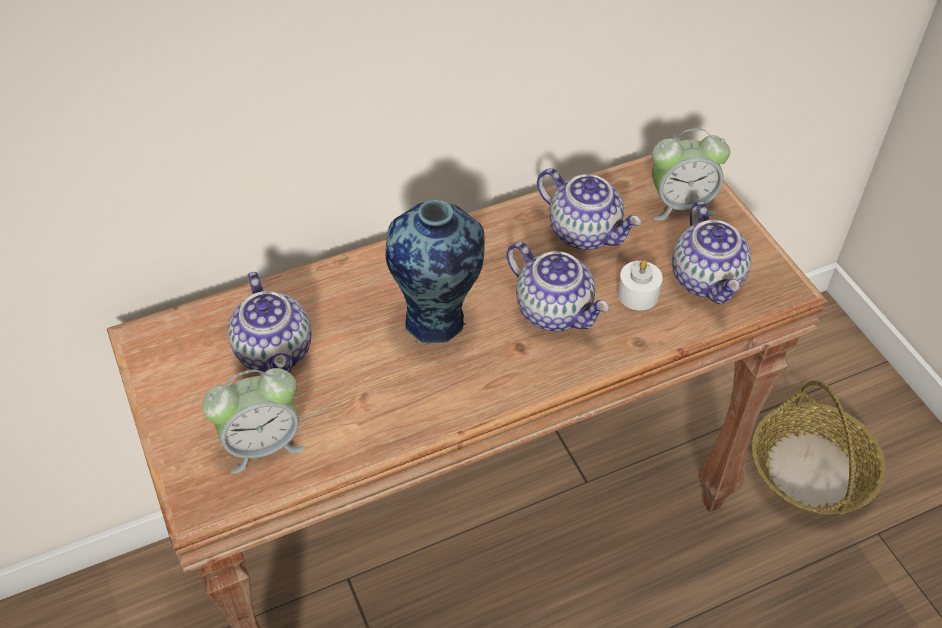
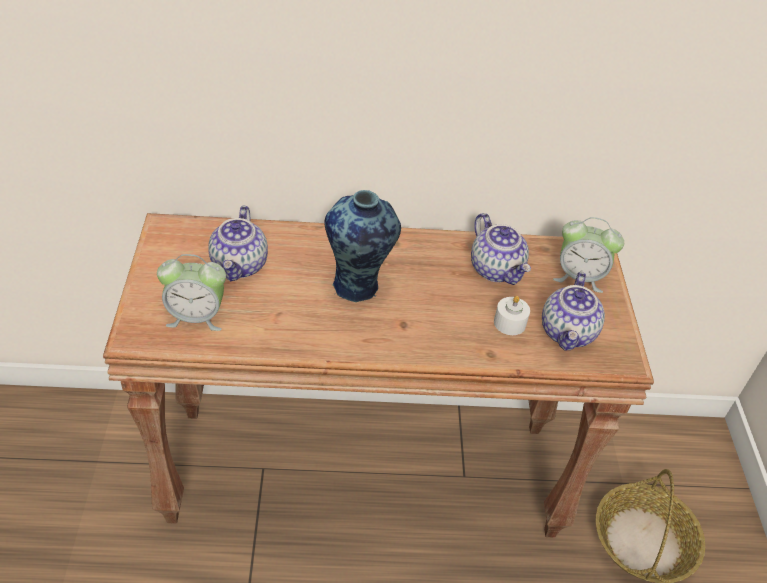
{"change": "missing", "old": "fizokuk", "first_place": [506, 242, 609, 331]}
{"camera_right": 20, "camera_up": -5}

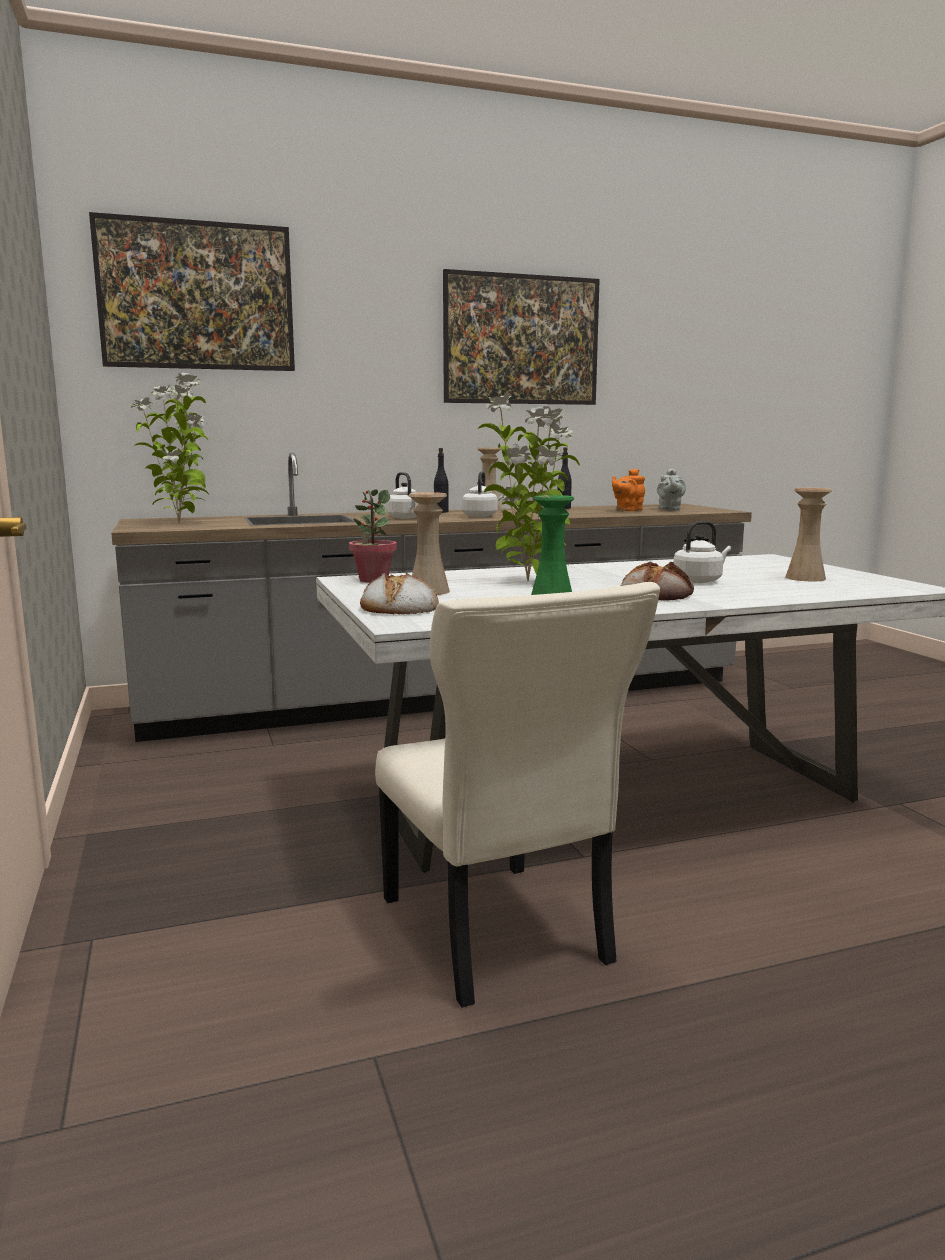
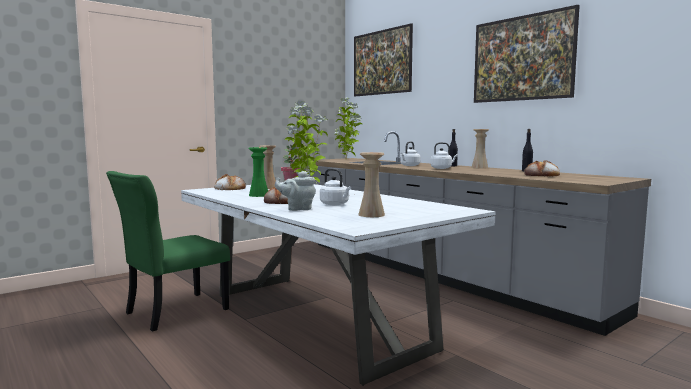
{"change": "relocated", "old": "grey fizokuk", "first_place": [657, 468, 686, 510], "second_place": [275, 171, 316, 211]}
{"change": "exchanged", "old": "orange fizokuk", "new": "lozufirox", "first_place": [612, 469, 645, 511], "second_place": [524, 160, 560, 176]}
{"change": "colour", "old": "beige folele", "new": "green folele", "first_place": [375, 582, 660, 1007], "second_place": [106, 171, 230, 332]}
{"camera_right": 70, "camera_up": -5}

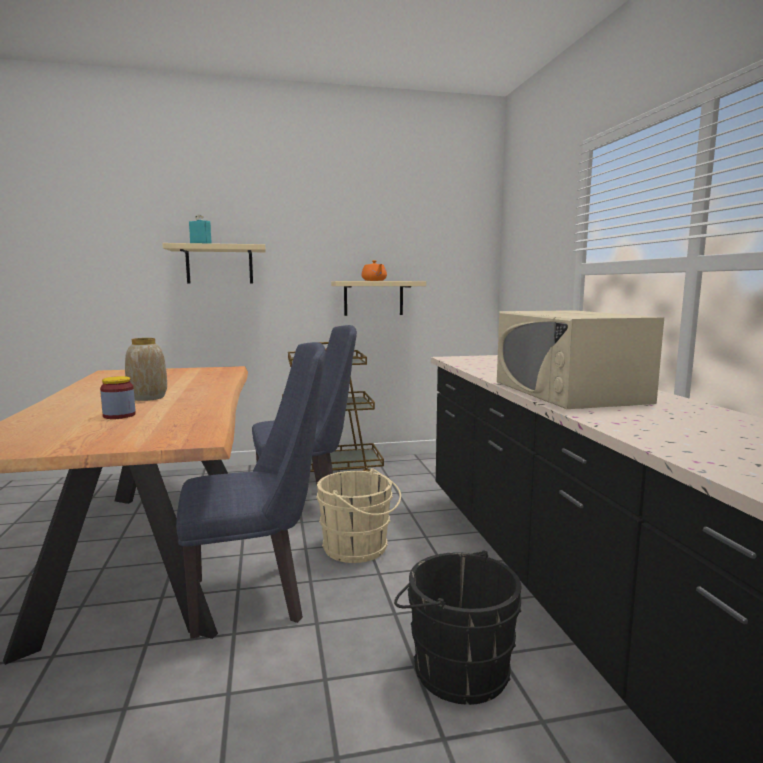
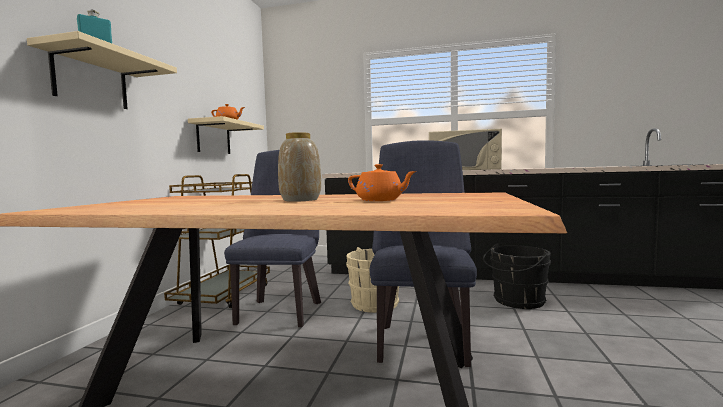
{"change": "exchanged", "old": "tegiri", "new": "orange fizokuk", "first_place": [100, 376, 136, 419], "second_place": [348, 164, 417, 201]}
{"camera_right": -65, "camera_up": -5}

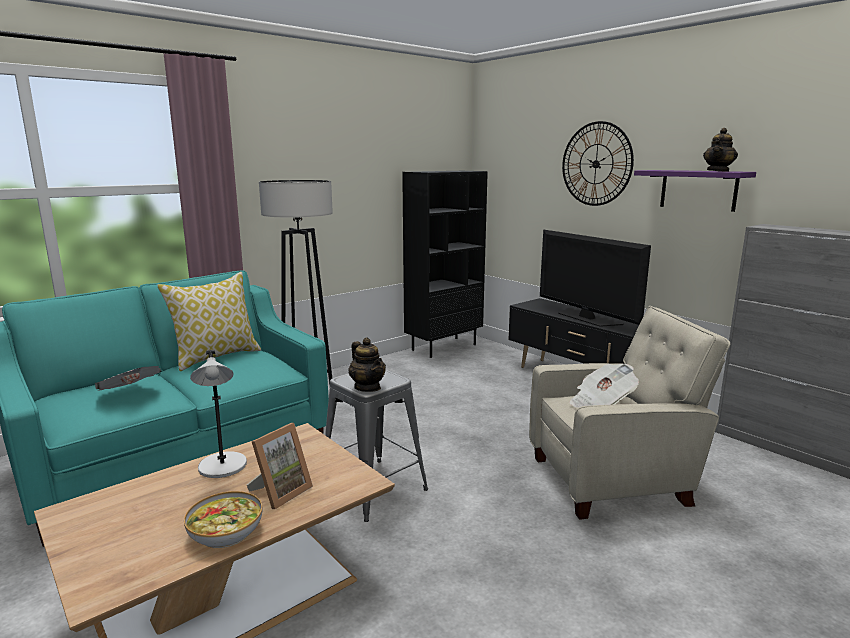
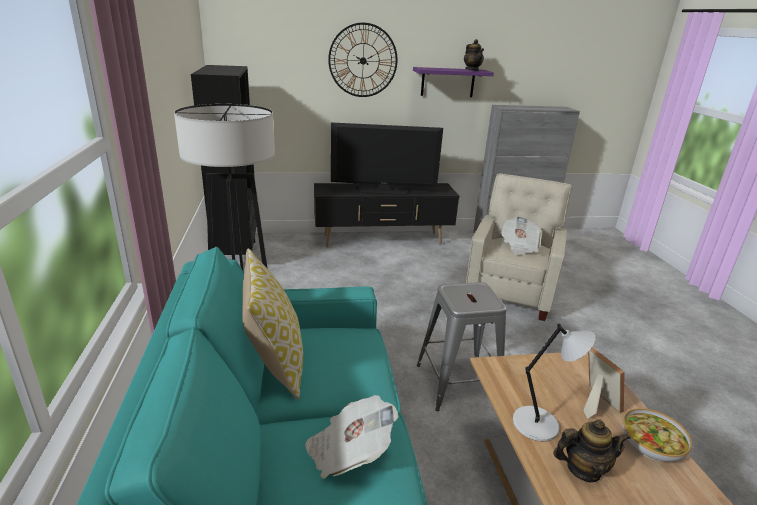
{"change": "relocated", "old": "fizokuk", "first_place": [348, 338, 386, 392], "second_place": [553, 419, 631, 482]}
{"camera_right": -60, "camera_up": 10}

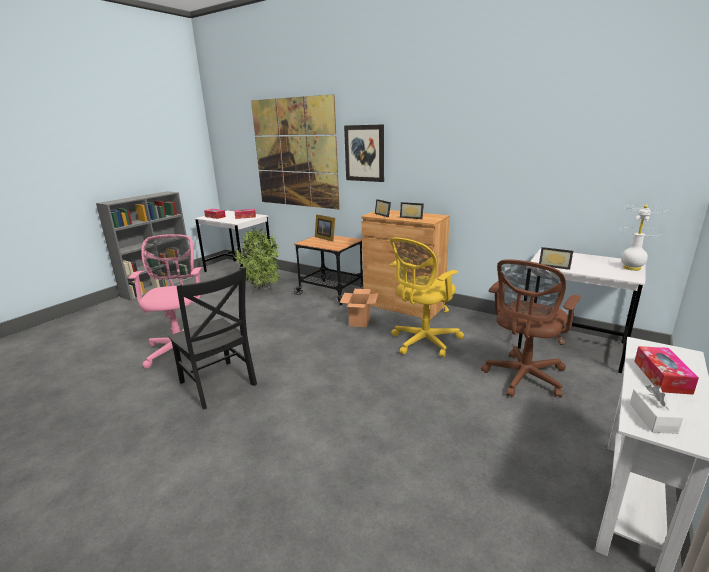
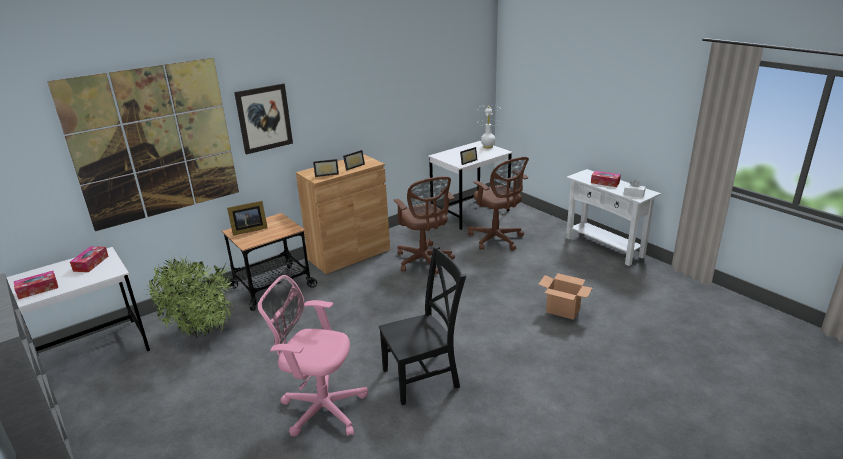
{"change": "relocated", "old": "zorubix", "first_place": [339, 289, 378, 327], "second_place": [539, 273, 592, 320]}
{"change": "colour", "old": "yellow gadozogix", "new": "brown gadozogix", "first_place": [390, 238, 464, 357], "second_place": [394, 176, 455, 274]}
{"camera_right": -70, "camera_up": 5}

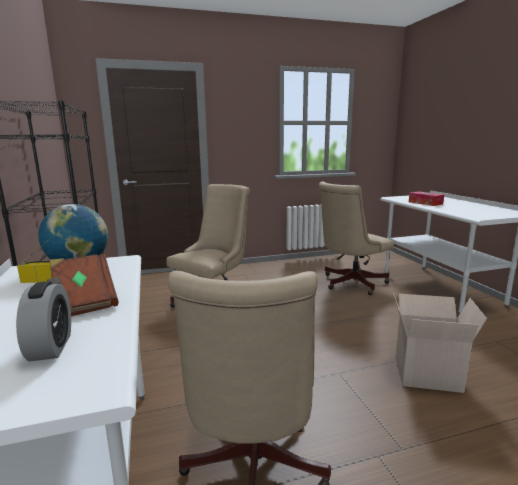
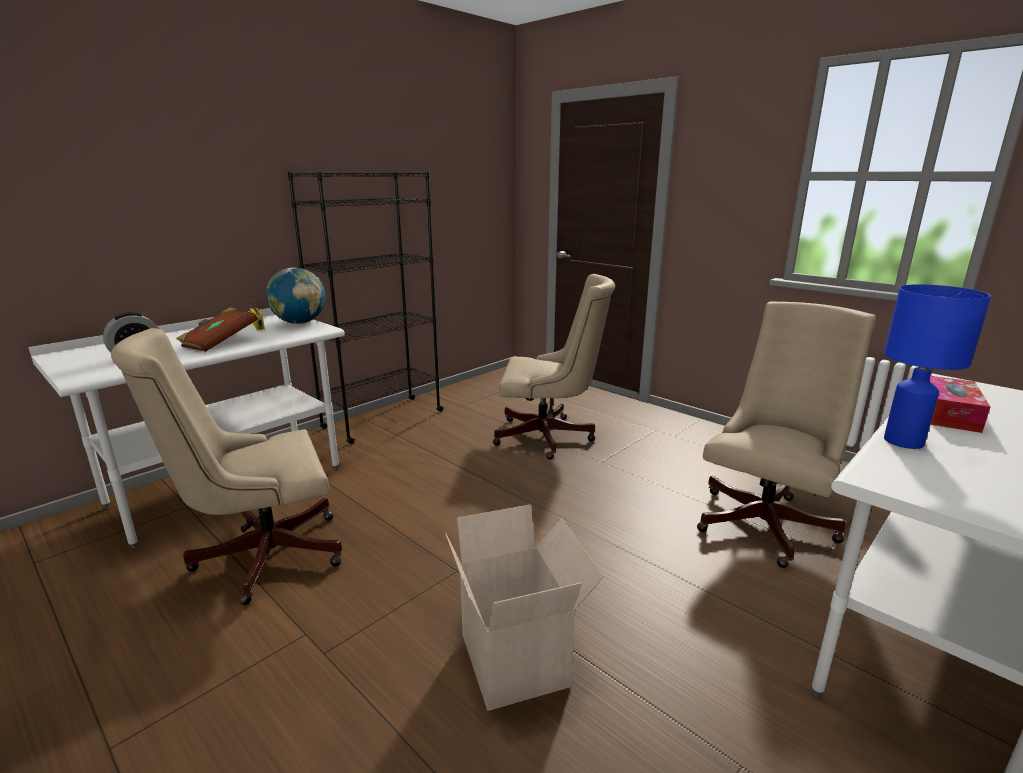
{"change": "appeared", "new": "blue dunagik", "second_place": [884, 284, 991, 449]}
{"change": "spun", "old": "beige gadozogix", "first_place": [319, 182, 394, 295], "second_place": [697, 301, 876, 568], "degrees": 105}
{"camera_right": 60, "camera_up": 5}

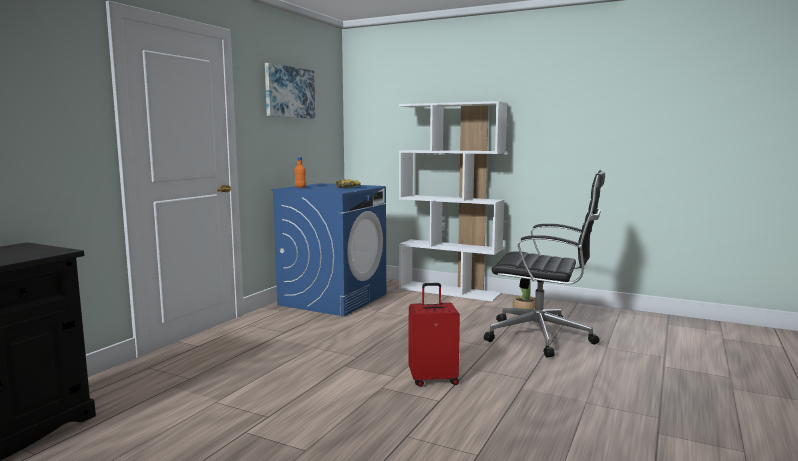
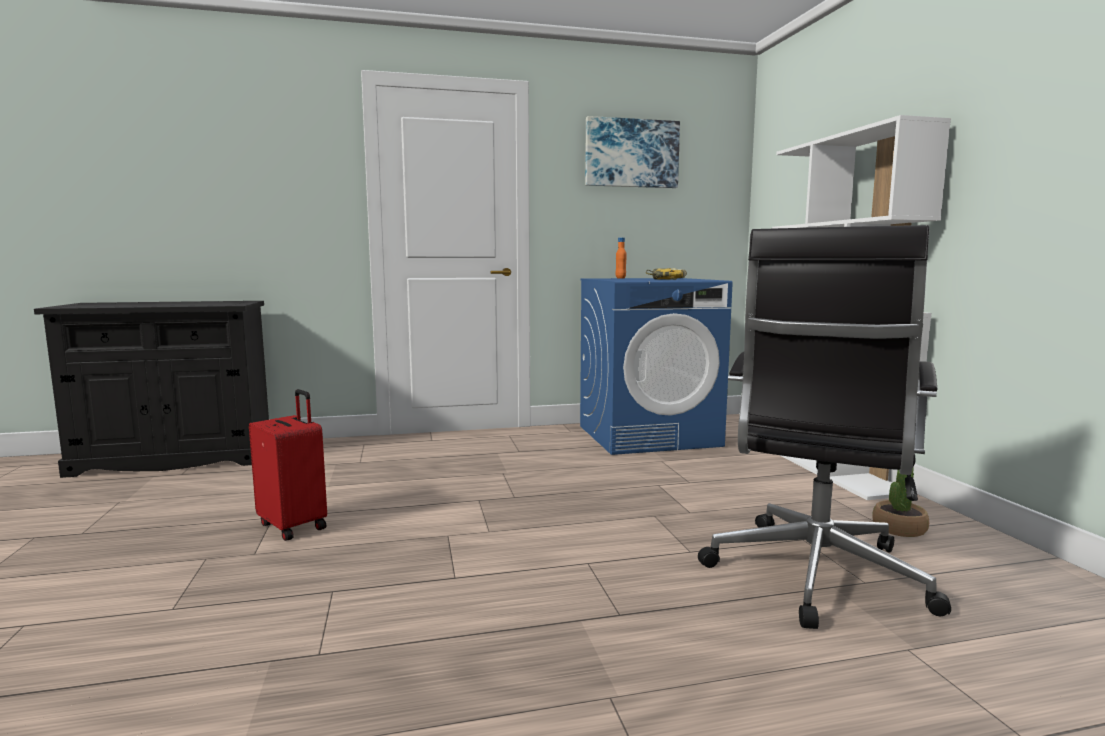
{"change": "relocated", "old": "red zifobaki", "first_place": [408, 283, 460, 387], "second_place": [249, 389, 327, 541]}
{"change": "spun", "old": "black gadozogix", "first_place": [484, 170, 605, 357], "second_place": [698, 225, 951, 629], "degrees": 45}
{"camera_right": 50, "camera_up": 0}

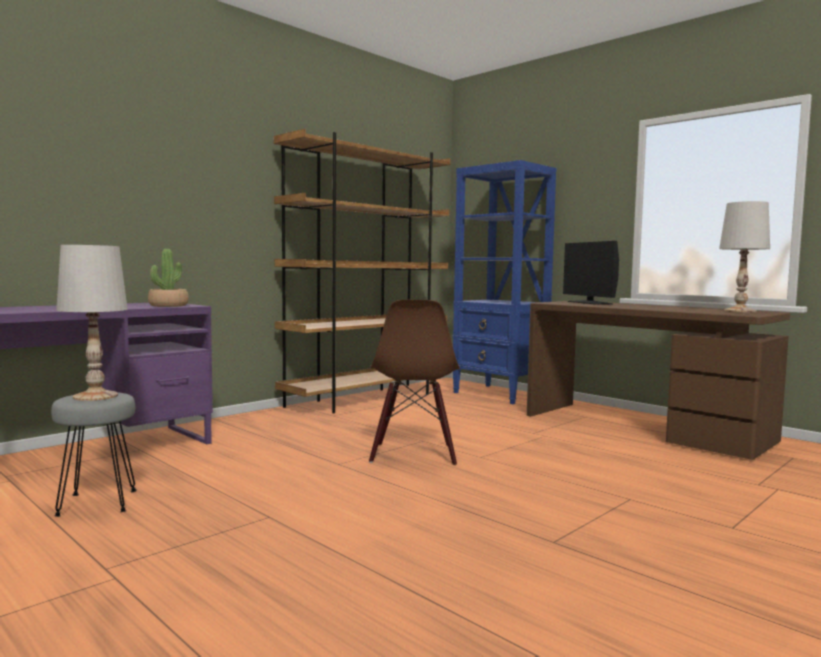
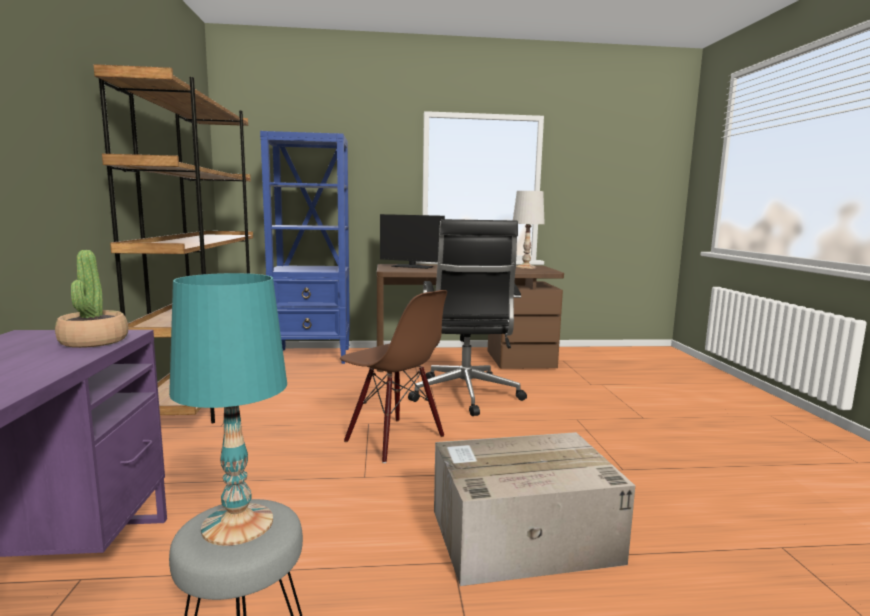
{"change": "appeared", "new": "black gadozogix", "second_place": [408, 219, 527, 416]}
{"change": "appeared", "new": "zorubix", "second_place": [434, 432, 635, 586]}
{"change": "colour", "old": "white dunagik", "new": "turquoise dunagik", "first_place": [56, 245, 128, 401], "second_place": [169, 273, 287, 546]}
{"camera_right": -50, "camera_up": 5}

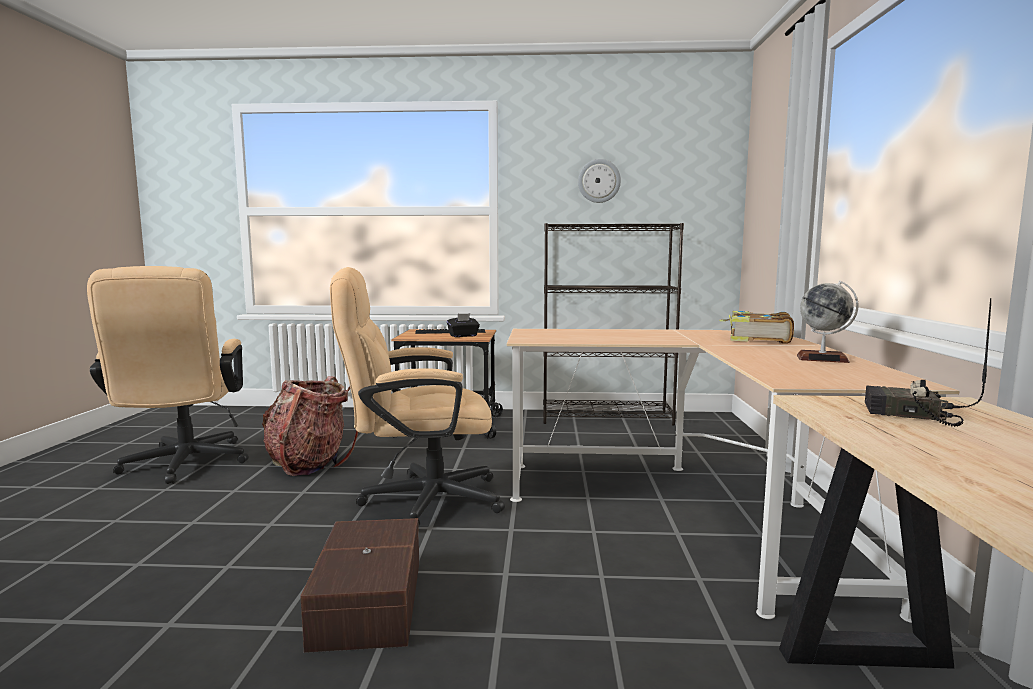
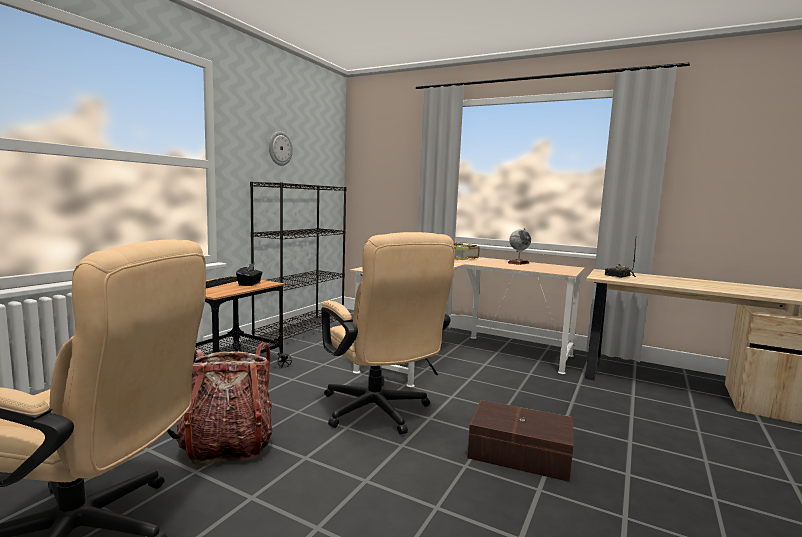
{"change": "spun", "old": "beige gadozogix", "first_place": [330, 267, 505, 528], "second_place": [321, 232, 455, 435], "degrees": -45}
{"camera_right": -65, "camera_up": 0}

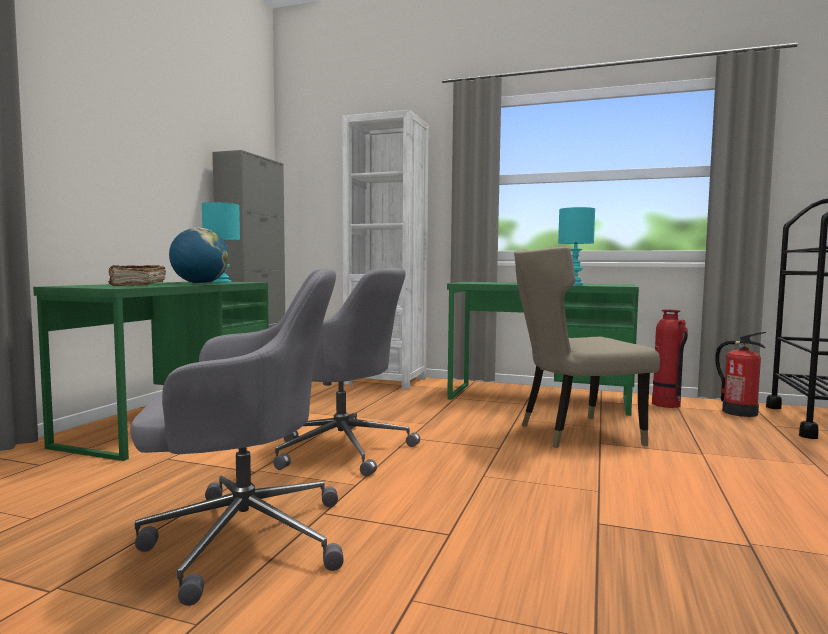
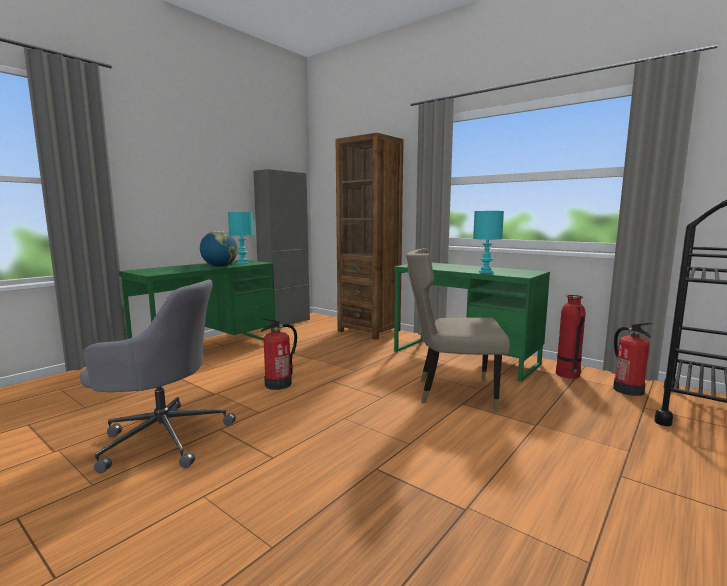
{"change": "missing", "old": "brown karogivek", "first_place": [108, 265, 166, 286]}
{"change": "exchanged", "old": "grey gadozogix", "new": "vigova", "first_place": [273, 268, 420, 477], "second_place": [260, 318, 297, 390]}
{"change": "colour", "old": "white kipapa", "new": "brown kipapa", "first_place": [342, 110, 429, 390], "second_place": [336, 133, 404, 340]}
{"camera_right": 20, "camera_up": 5}

